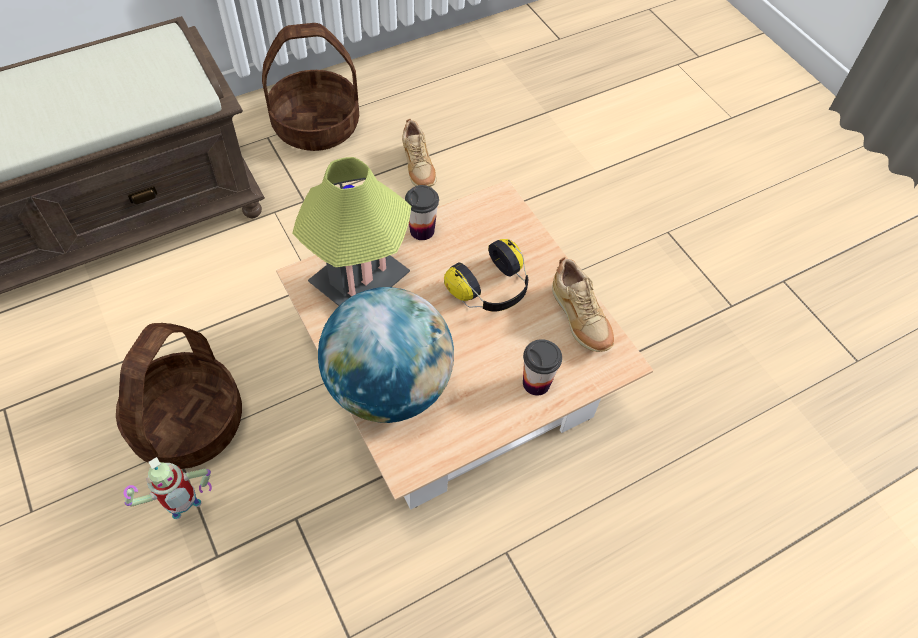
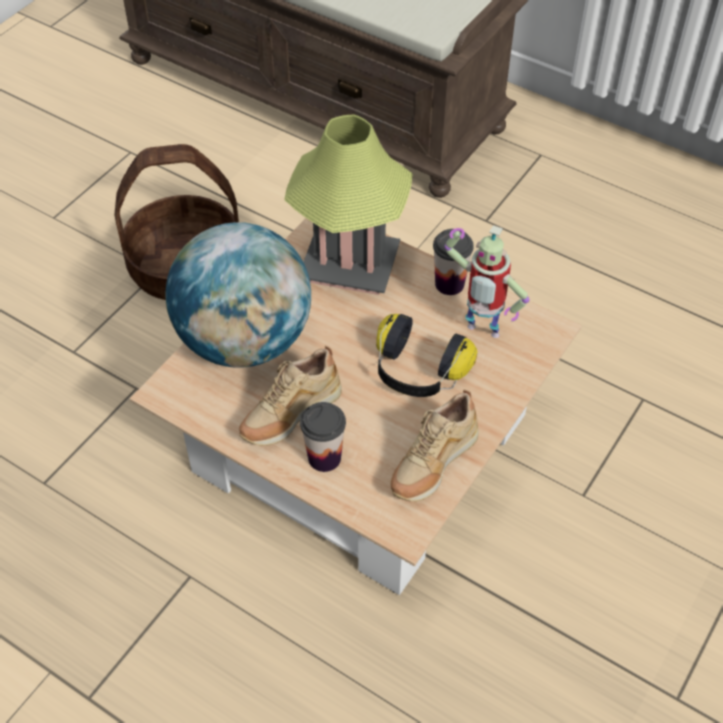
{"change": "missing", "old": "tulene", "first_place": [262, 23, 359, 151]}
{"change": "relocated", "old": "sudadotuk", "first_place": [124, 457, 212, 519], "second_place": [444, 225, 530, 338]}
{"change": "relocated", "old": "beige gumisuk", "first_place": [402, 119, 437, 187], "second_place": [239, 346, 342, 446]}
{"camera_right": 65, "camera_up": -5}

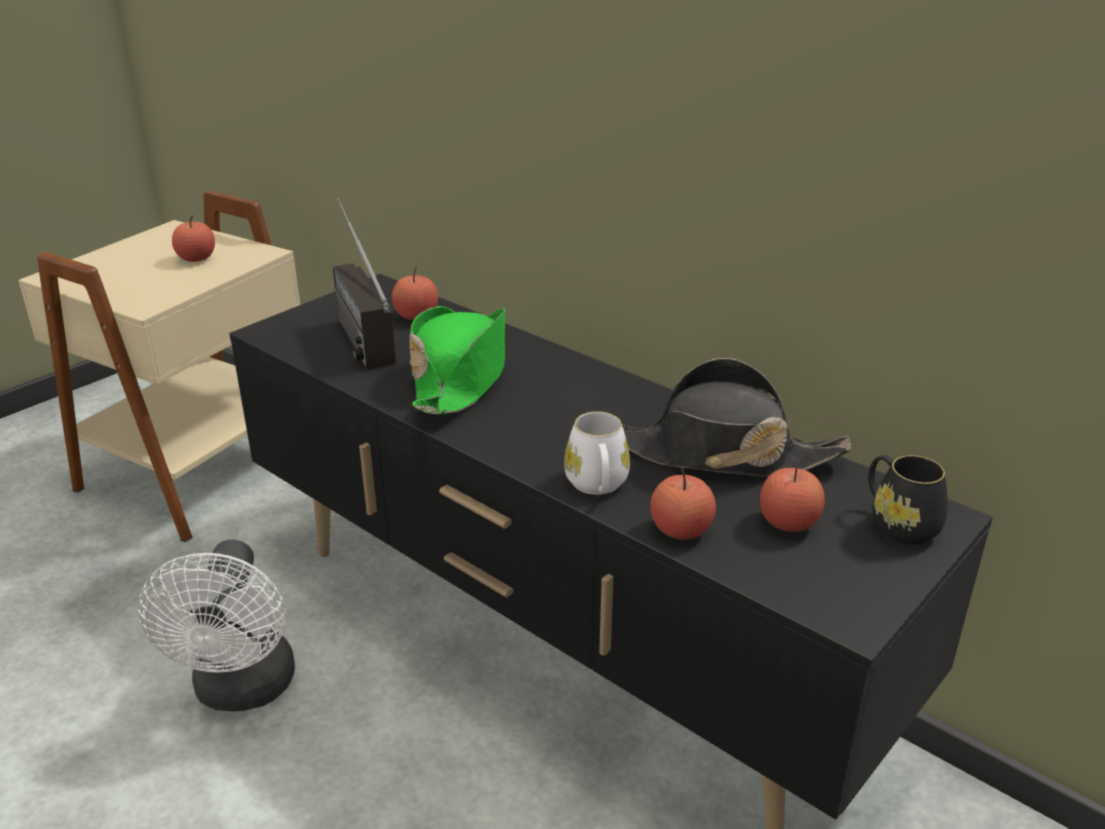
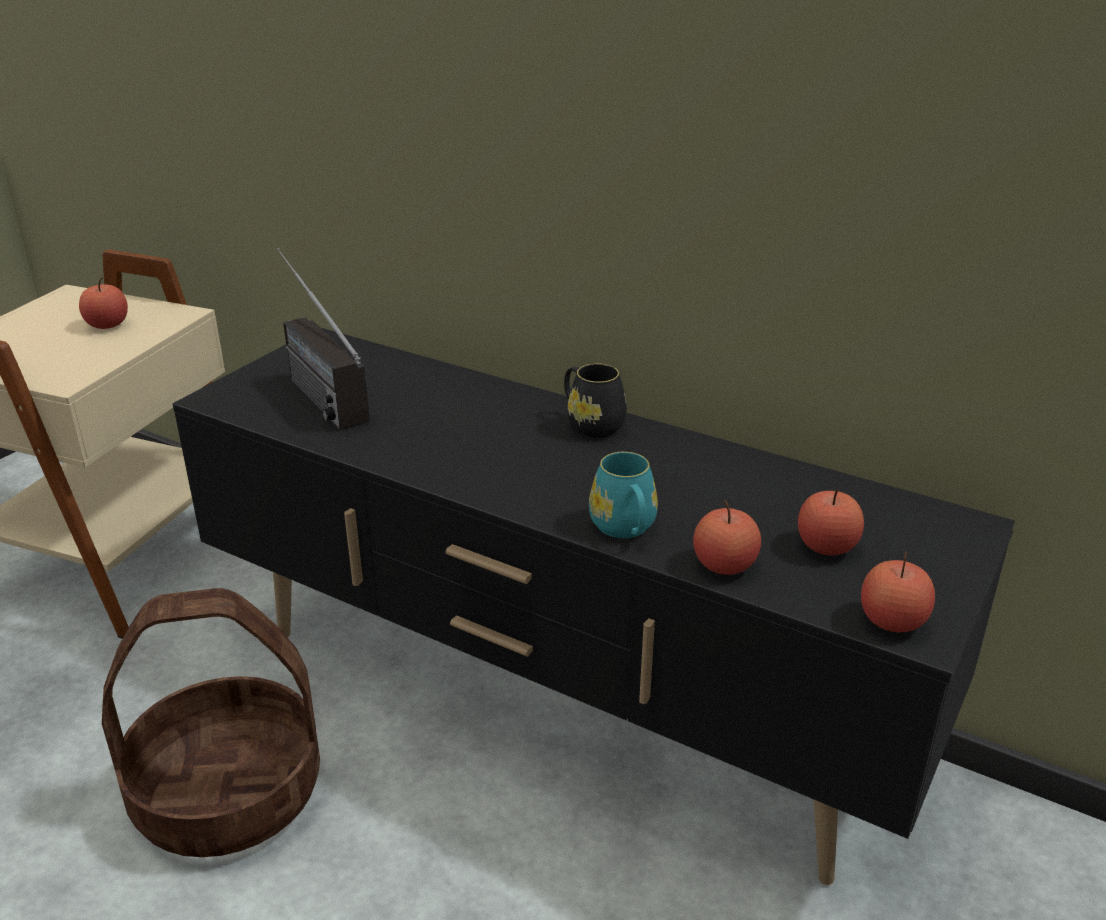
{"change": "missing", "old": "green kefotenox", "first_place": [410, 306, 506, 415]}
{"change": "missing", "old": "black kefotenox", "first_place": [622, 358, 852, 477]}
{"change": "relocated", "old": "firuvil", "first_place": [392, 267, 438, 320], "second_place": [861, 552, 935, 633]}
{"change": "relocated", "old": "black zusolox", "first_place": [868, 455, 948, 545], "second_place": [564, 364, 627, 438]}
{"change": "exchanged", "old": "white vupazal", "new": "tulene", "first_place": [138, 539, 295, 712], "second_place": [102, 588, 320, 857]}
{"change": "colour", "old": "white zusolox", "new": "turquoise zusolox", "first_place": [564, 411, 630, 495], "second_place": [589, 452, 658, 538]}
{"camera_right": -10, "camera_up": 0}

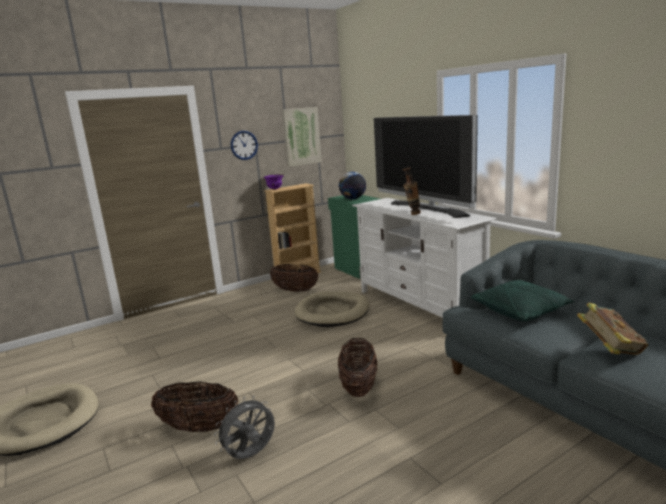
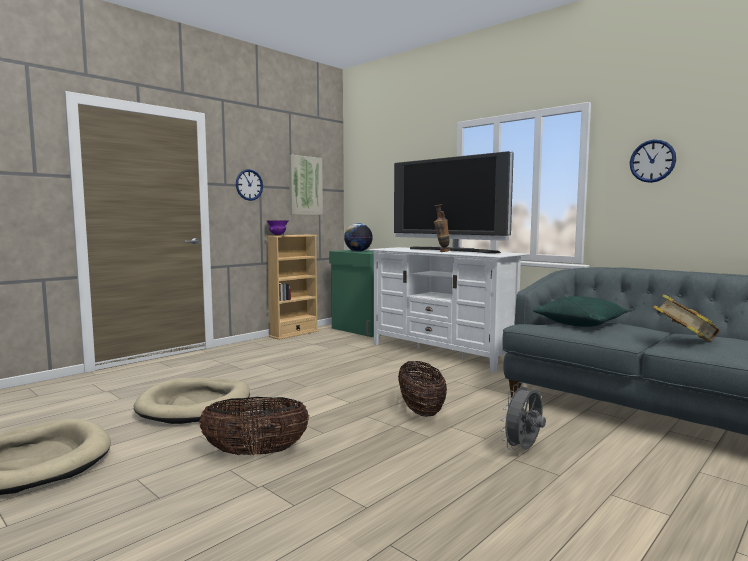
{"change": "missing", "old": "tulene", "first_place": [270, 264, 318, 292]}
{"change": "appeared", "new": "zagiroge", "second_place": [630, 139, 676, 183]}
{"change": "relocated", "old": "grey vupazal", "first_place": [214, 396, 275, 459], "second_place": [500, 382, 546, 450]}
{"change": "relocated", "old": "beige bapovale", "first_place": [294, 291, 369, 327], "second_place": [134, 378, 250, 424]}
{"camera_right": -15, "camera_up": -10}

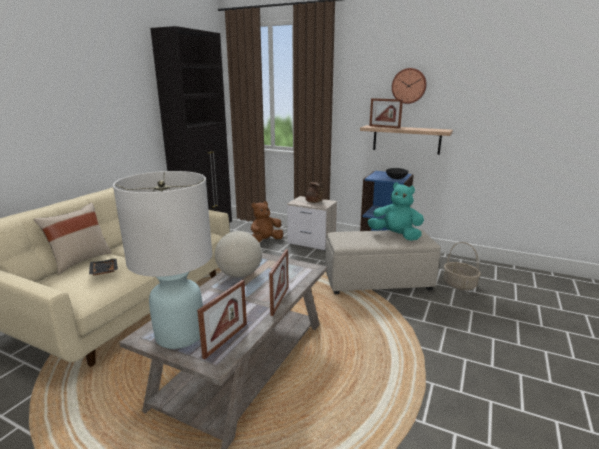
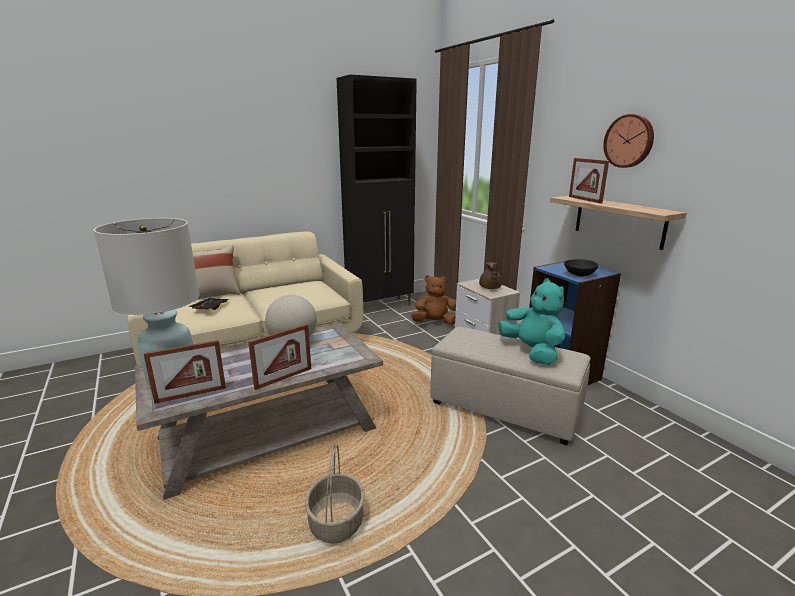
{"change": "relocated", "old": "tulene", "first_place": [444, 242, 481, 291], "second_place": [305, 444, 365, 544]}
{"camera_right": 35, "camera_up": 0}

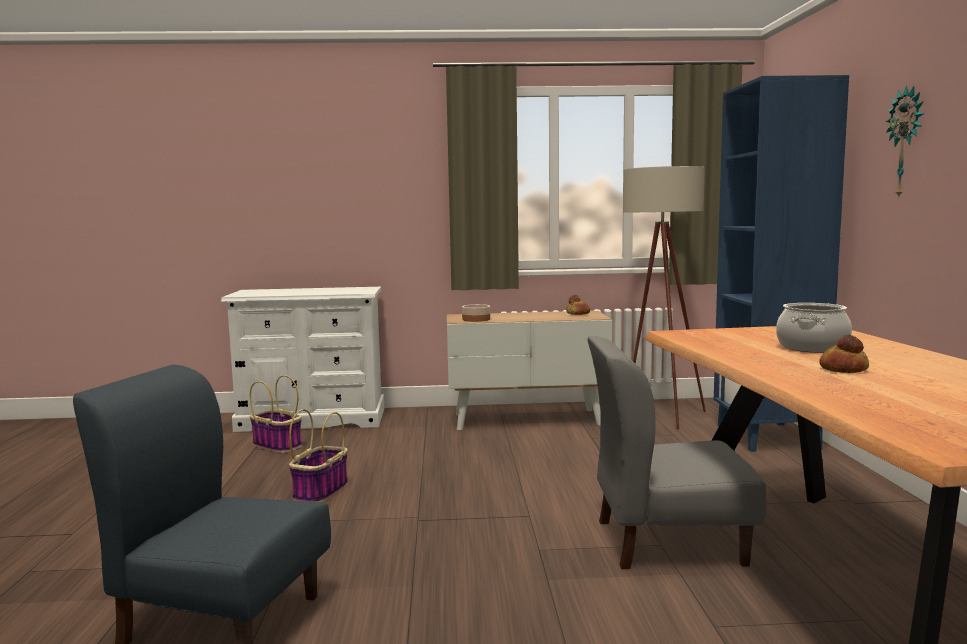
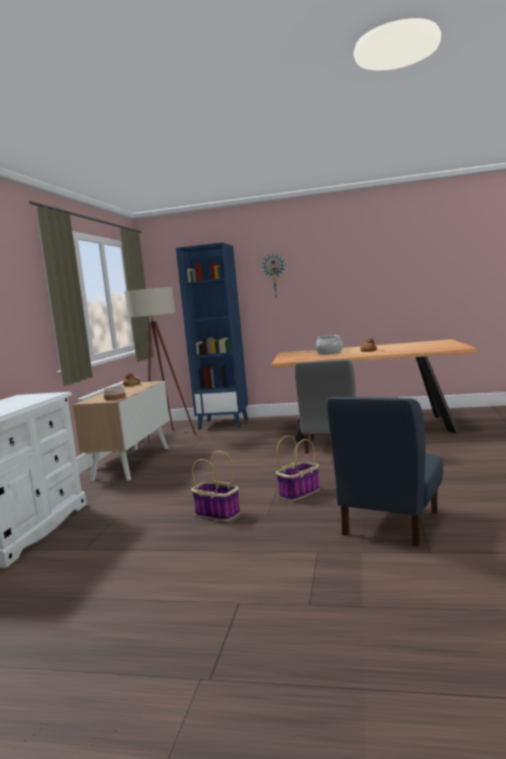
{"change": "relocated", "old": "tulene", "first_place": [250, 375, 302, 453], "second_place": [276, 435, 320, 501]}
{"camera_right": -75, "camera_up": 0}

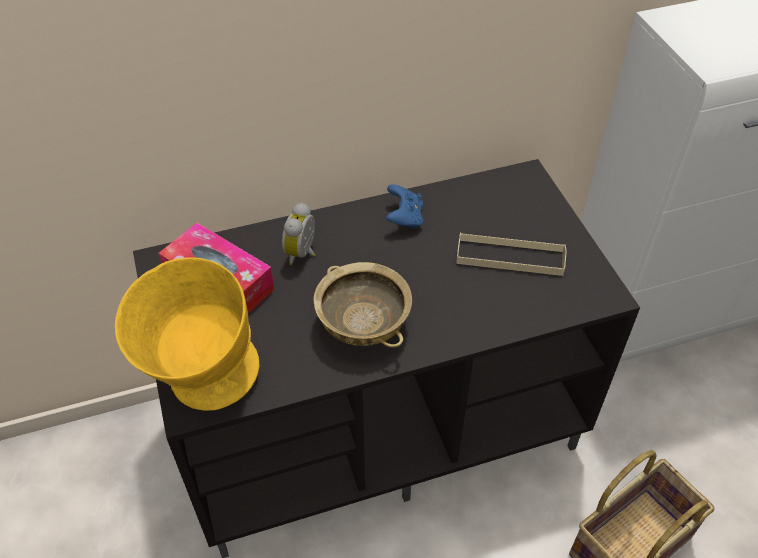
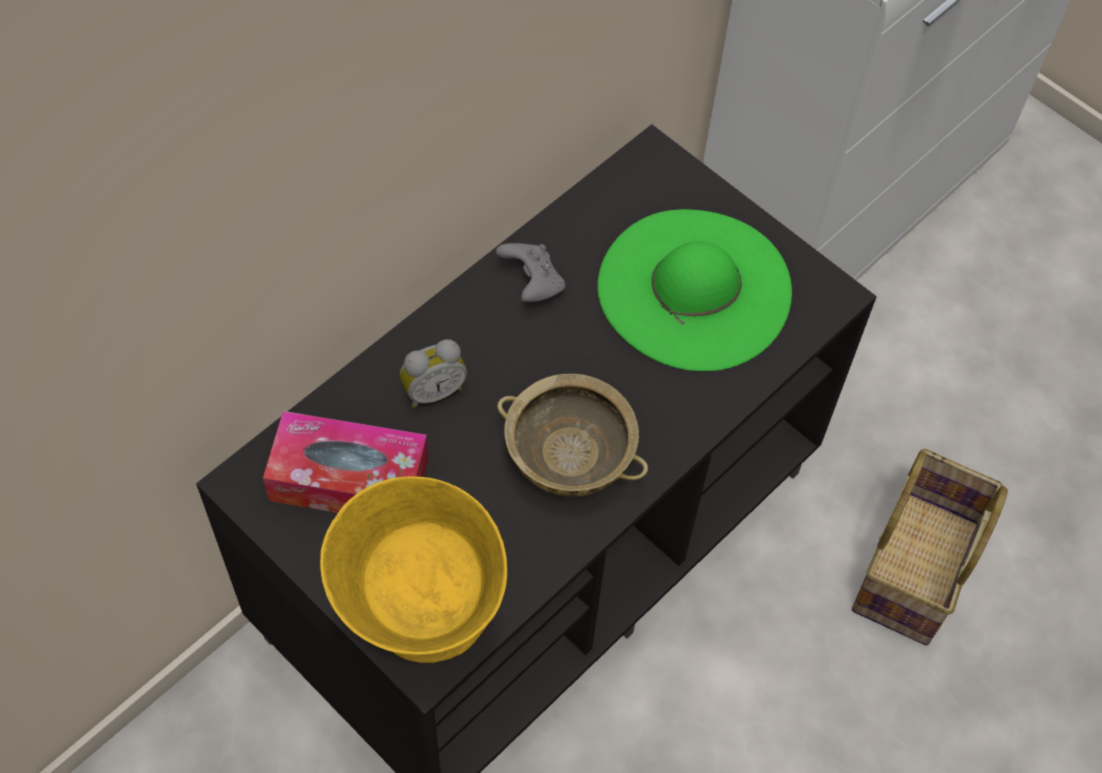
{"change": "exchanged", "old": "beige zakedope", "new": "green kefotenox", "first_place": [456, 232, 567, 276], "second_place": [598, 209, 792, 371]}
{"change": "colour", "old": "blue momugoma", "new": "grey momugoma", "first_place": [386, 184, 423, 229], "second_place": [496, 243, 565, 302]}
{"change": "spun", "old": "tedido", "first_place": [282, 203, 315, 265], "second_place": [400, 339, 467, 409], "degrees": -105}
{"camera_right": -30, "camera_up": 10}

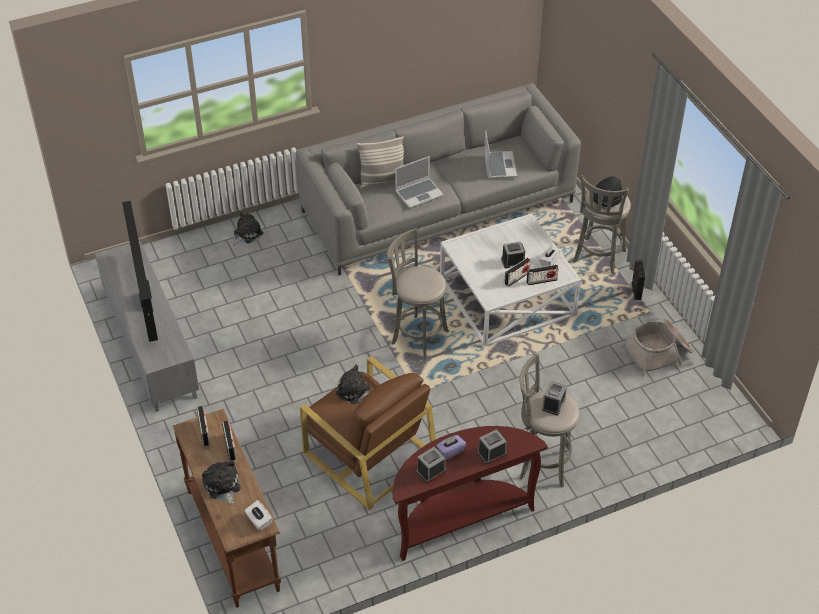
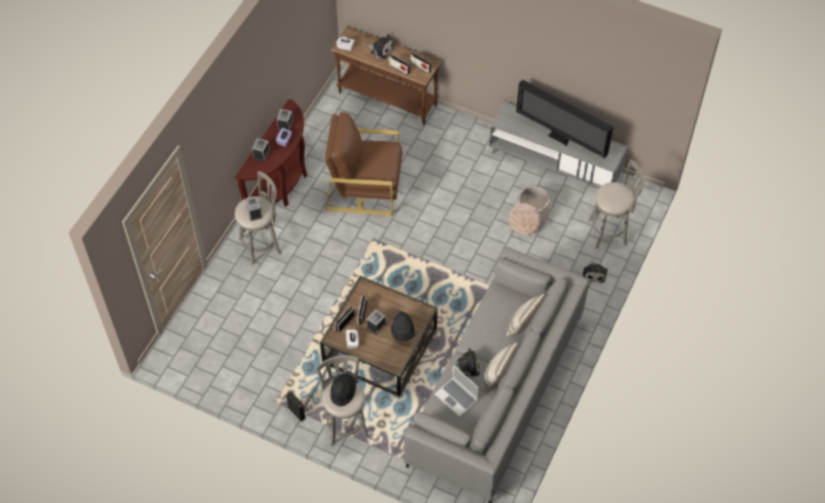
{"change": "missing", "old": "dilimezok", "first_place": [395, 156, 444, 208]}
{"change": "appeared", "new": "black kefotenox", "second_place": [391, 311, 415, 341]}
{"change": "appeared", "new": "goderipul", "second_place": [482, 343, 517, 390]}
{"change": "relocated", "old": "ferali", "first_place": [336, 365, 370, 404], "second_place": [449, 348, 480, 378]}
{"change": "relocated", "old": "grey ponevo", "first_place": [387, 228, 449, 360], "second_place": [588, 159, 645, 249]}
{"change": "relocated", "old": "tulene", "first_place": [621, 318, 693, 377], "second_place": [509, 186, 555, 235]}
{"change": "colour", "old": "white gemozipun", "new": "brown gemozipun", "first_place": [440, 213, 581, 347], "second_place": [320, 276, 438, 397]}
{"camera_right": 140, "camera_up": 10}

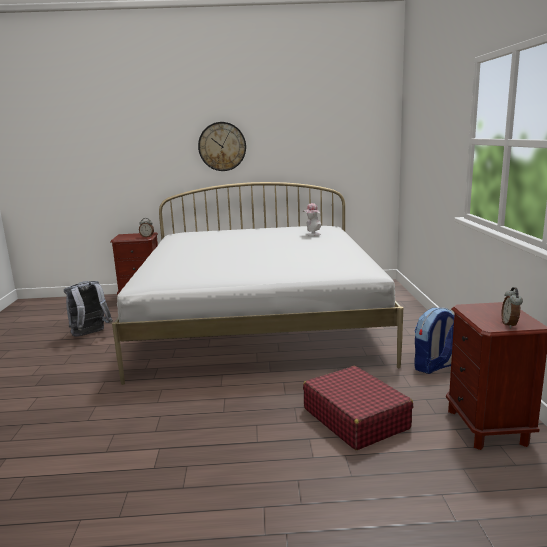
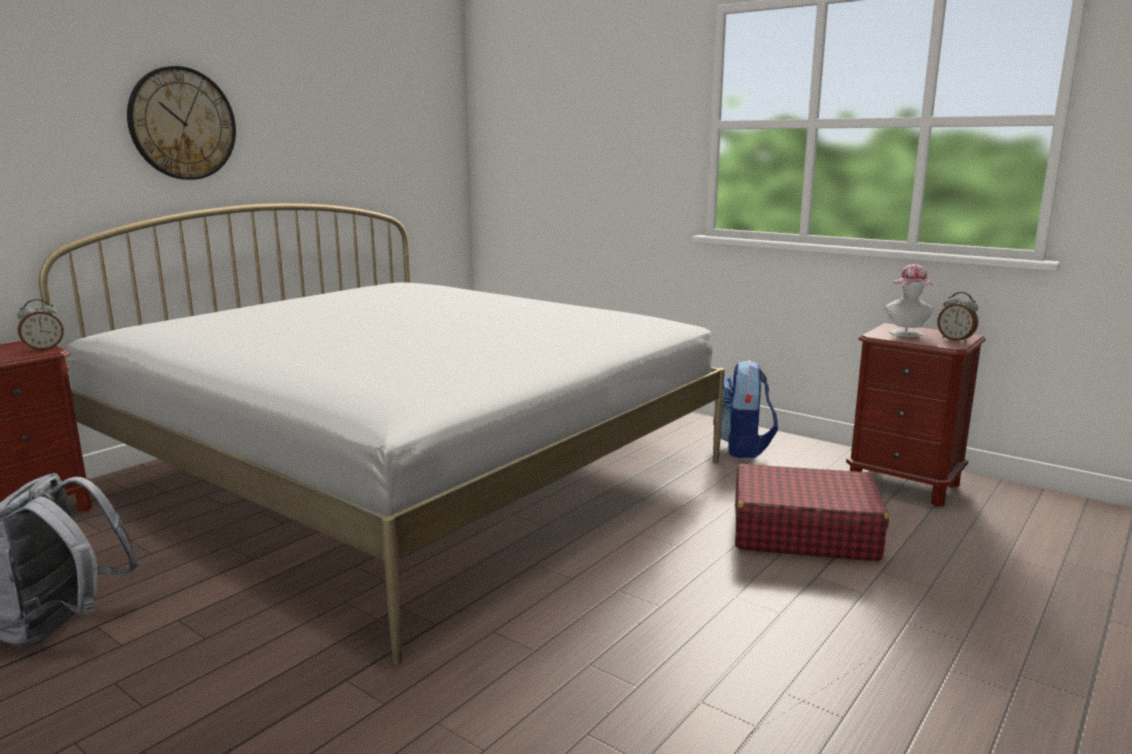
{"change": "relocated", "old": "kefotenox", "first_place": [303, 203, 322, 236], "second_place": [885, 264, 934, 337]}
{"camera_right": -50, "camera_up": 0}

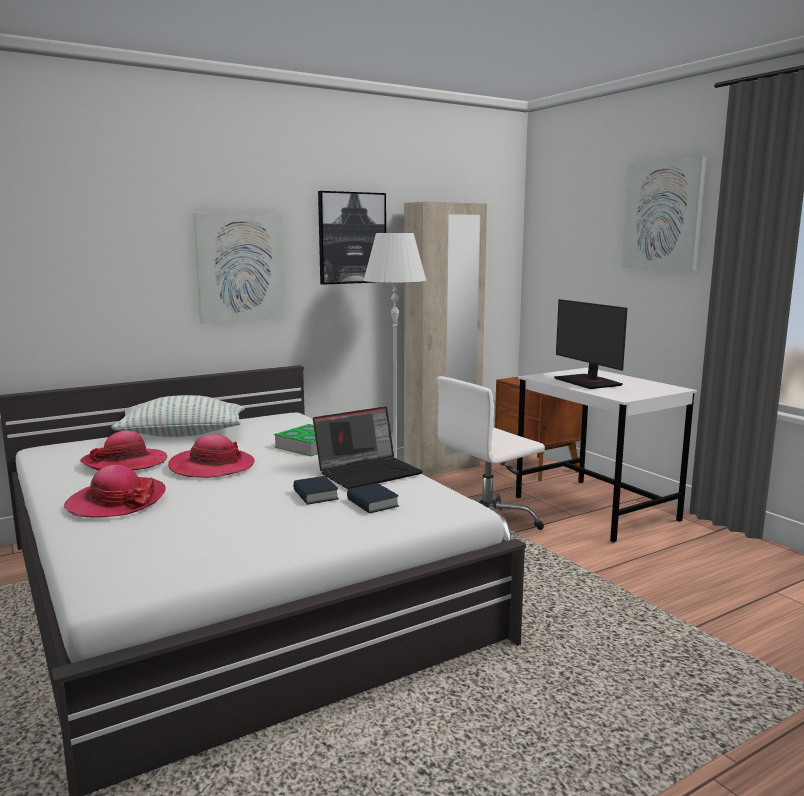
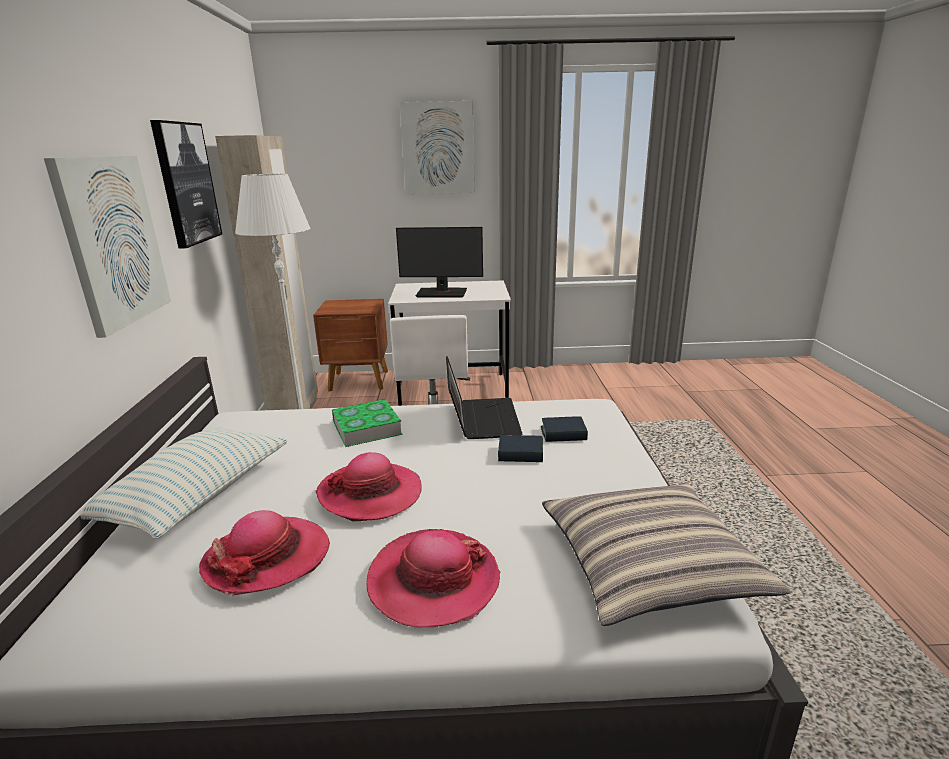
{"change": "appeared", "new": "goderipul", "second_place": [542, 483, 790, 626]}
{"camera_right": -60, "camera_up": 10}

